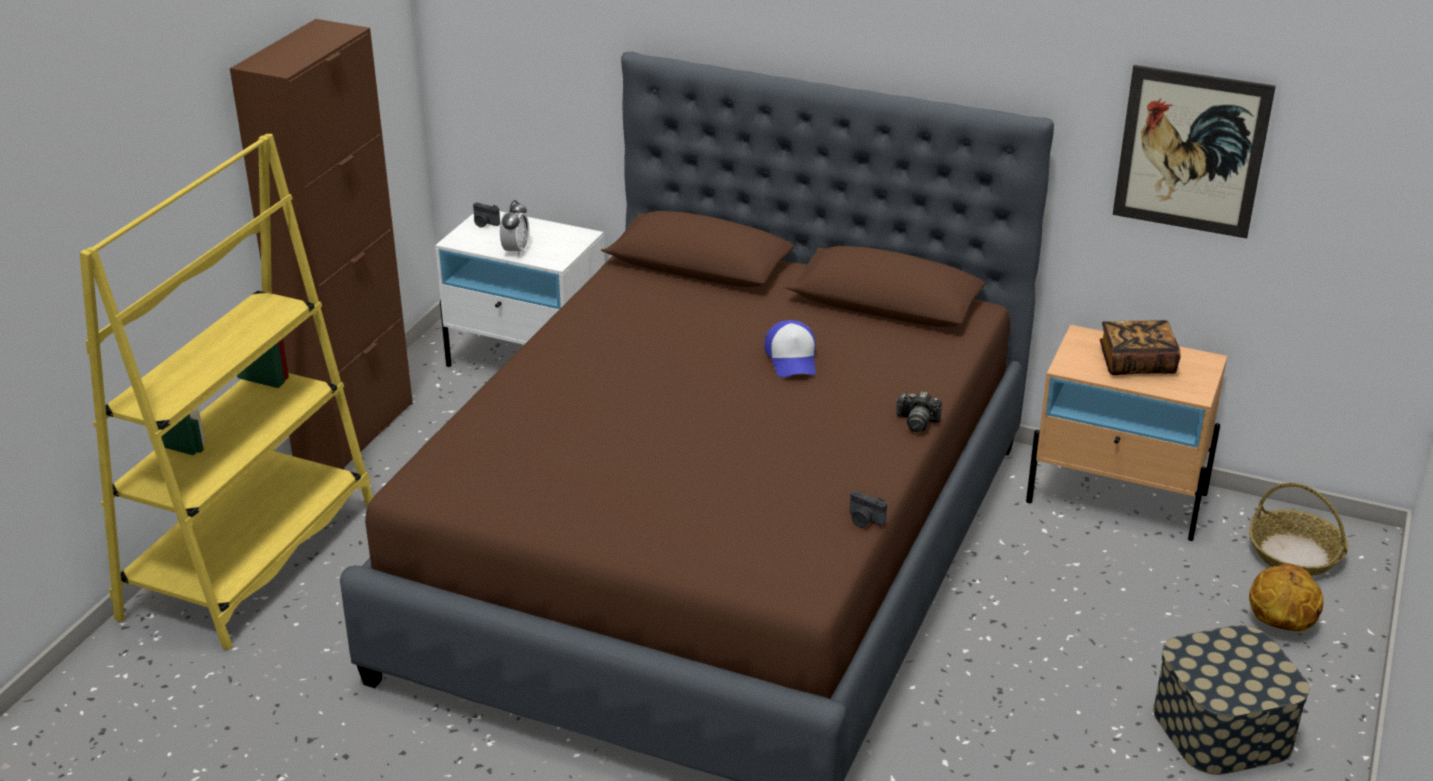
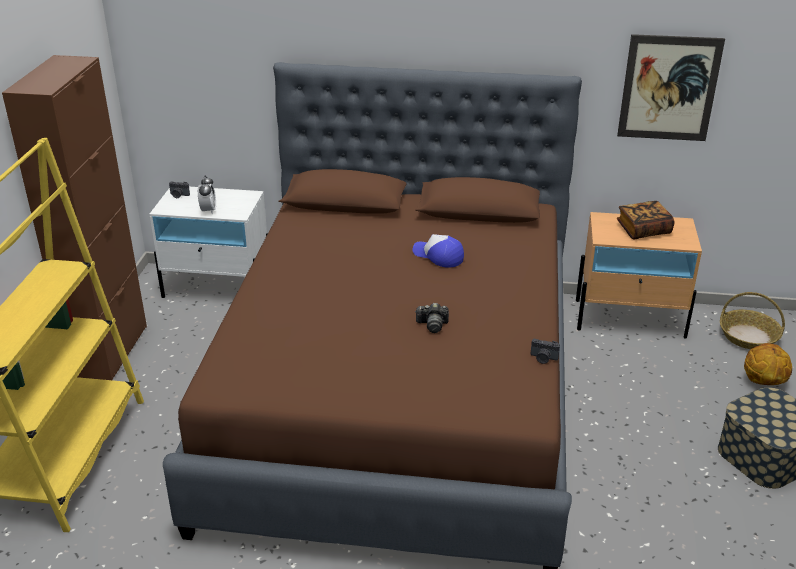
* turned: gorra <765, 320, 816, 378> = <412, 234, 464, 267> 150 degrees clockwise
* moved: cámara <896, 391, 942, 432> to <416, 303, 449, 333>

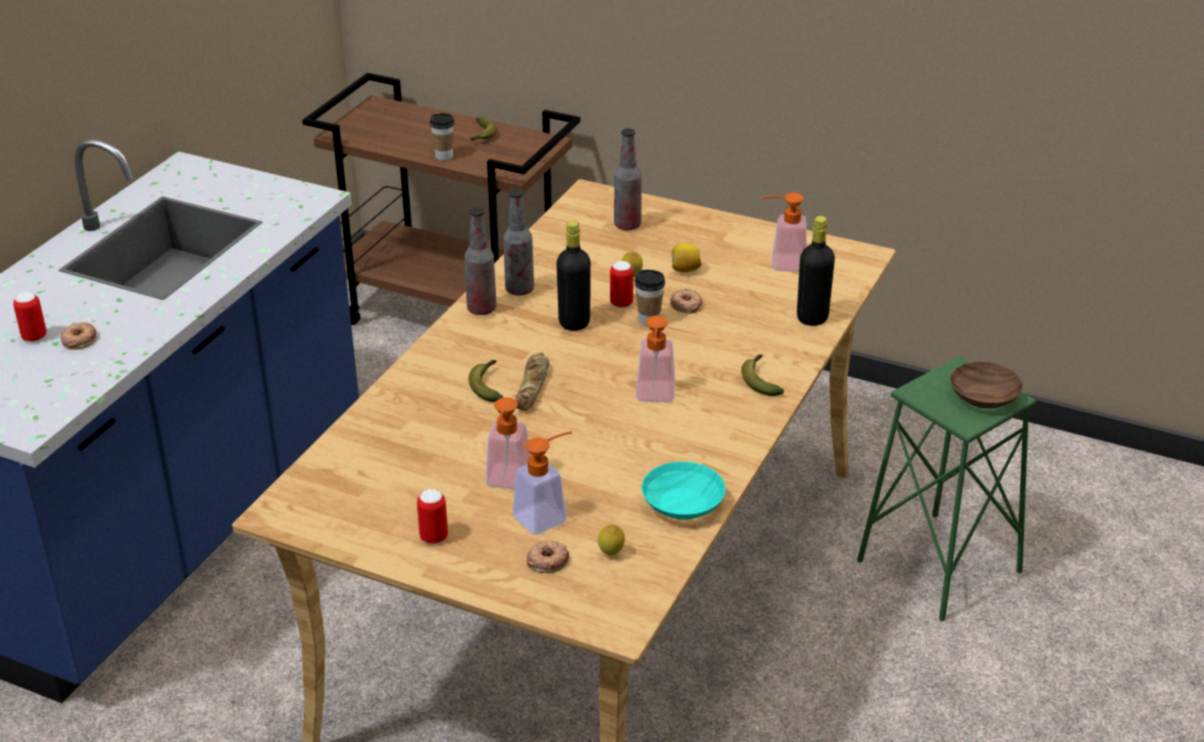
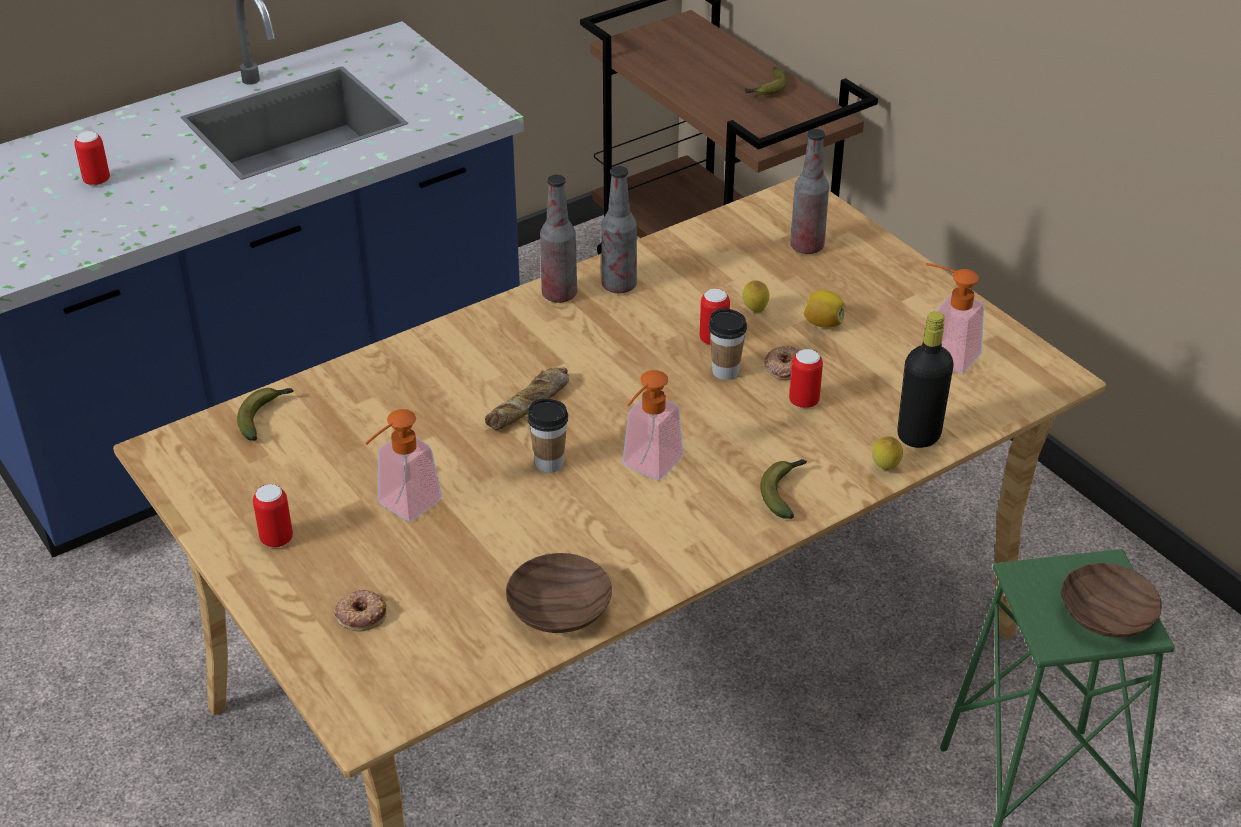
* removed: rosquilla <60, 322, 97, 350>
* moved: taza <430, 113, 455, 161> to <527, 399, 568, 473>
* moved: plátano <468, 360, 503, 402> to <237, 388, 294, 440>
* removed: dispensador de jabón <513, 431, 572, 535>
* removed: botella/negro <556, 220, 591, 331>
* moved: limón <598, 524, 625, 555> to <872, 436, 903, 470>
* recoloured: cuenco/turquesa <641, 462, 726, 520> to cuenco/marrón <506, 553, 612, 633>
* added: lata <789, 349, 823, 408>

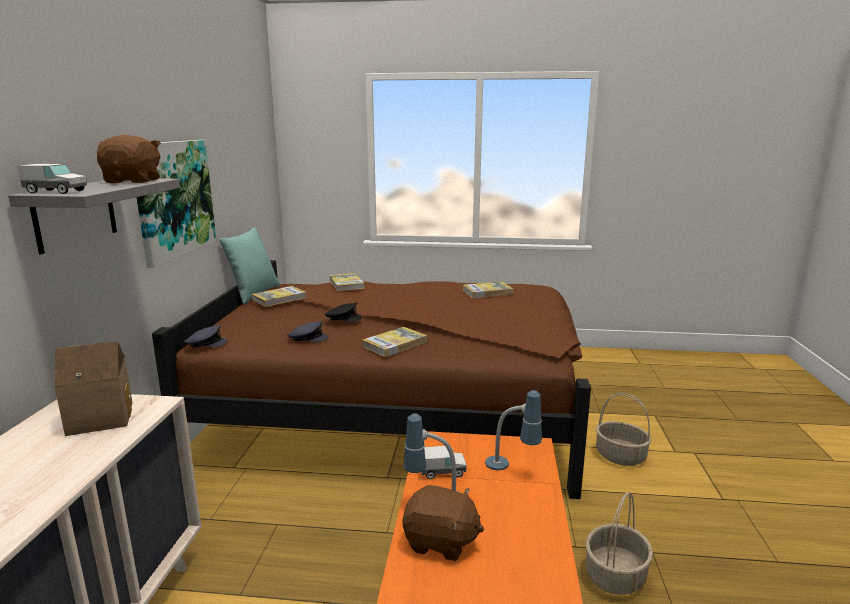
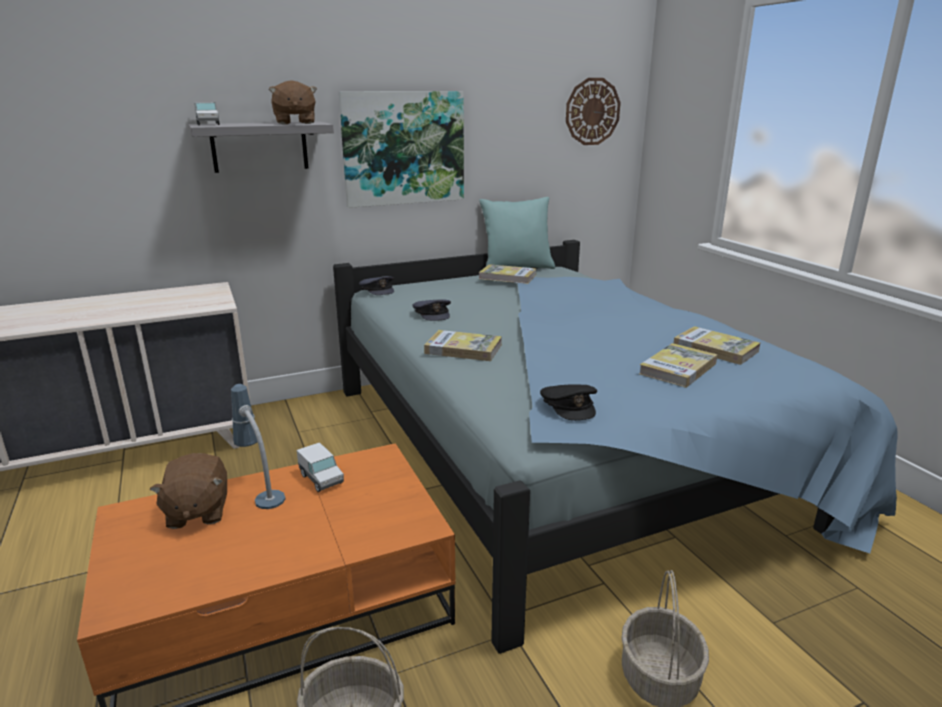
* removed: casita <54, 341, 133, 436>
* turned: peluche/marrón <97, 134, 161, 183> = <269, 80, 317, 124> 105 degrees clockwise
* recoloured: cama/marrón <152, 260, 591, 499> to cama/azul <333, 240, 898, 654>
* moved: gorra/negro <325, 302, 362, 322> to <540, 384, 597, 420>
* moved: libro <329, 273, 365, 291> to <639, 343, 717, 388>
* removed: lámpara de mesa <485, 390, 542, 470>
* added: reloj de pared <566, 78, 621, 145>

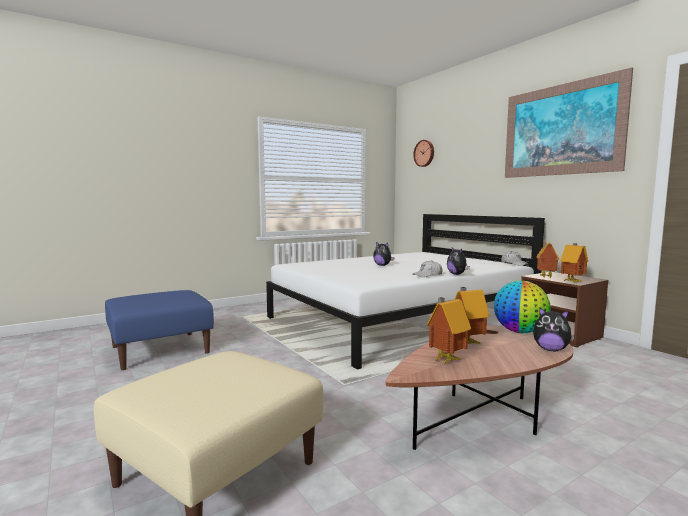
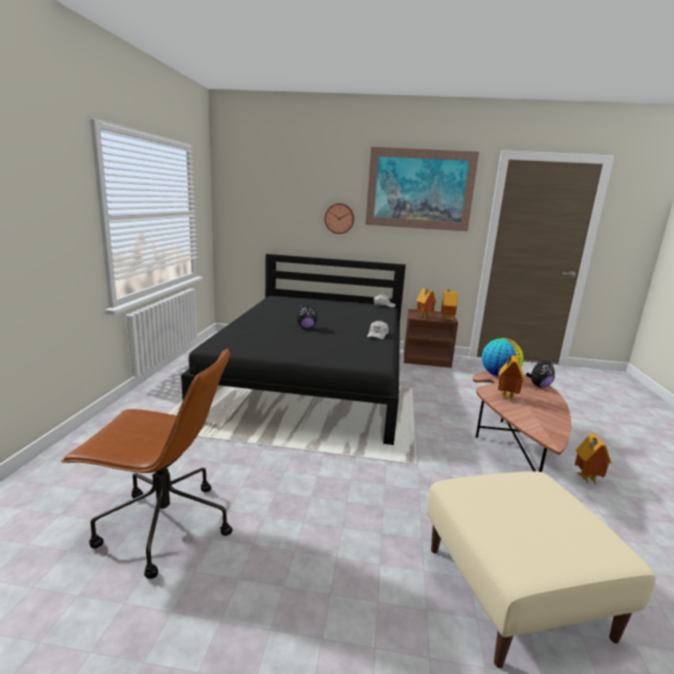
* replaced: puf/azul <105, 290, 214, 370> to silla de oficina/marrón <61, 348, 233, 579>
* recoloured: cama/blanco <266, 214, 545, 370> to cama/negro <181, 254, 406, 445>
* moved: reloj de pared <413, 140, 434, 167> to <324, 203, 354, 234>
* moved: casita <427, 297, 471, 365> to <575, 433, 612, 485>
* removed: peluche <447, 247, 470, 275>

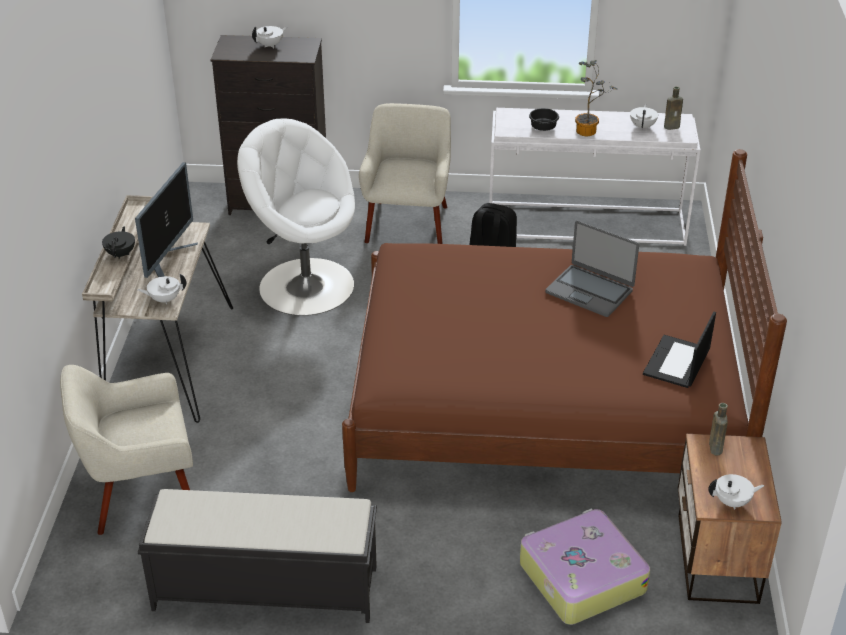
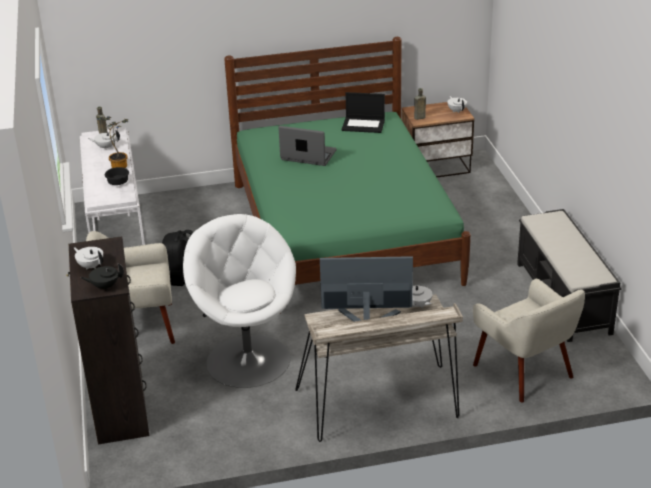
* moved: tetera/negro <102, 226, 135, 259> to <81, 263, 124, 291>
* turned: sillón/blanco <237, 118, 355, 316> = <183, 214, 296, 388> 135 degrees clockwise
* recoloured: cama/marrón <342, 149, 787, 492> to cama/verde <224, 37, 471, 314>
* removed: maleta <520, 508, 650, 625>
* turned: portátil <545, 220, 639, 317> = <278, 126, 336, 166> 90 degrees counterclockwise

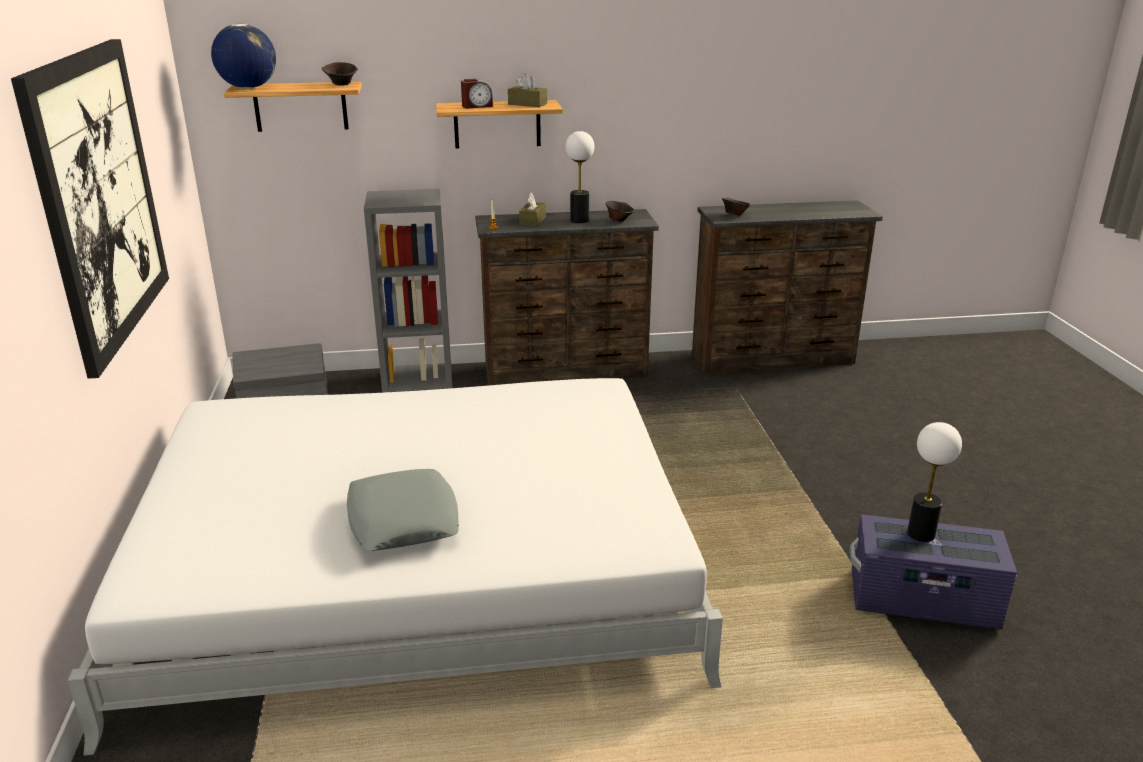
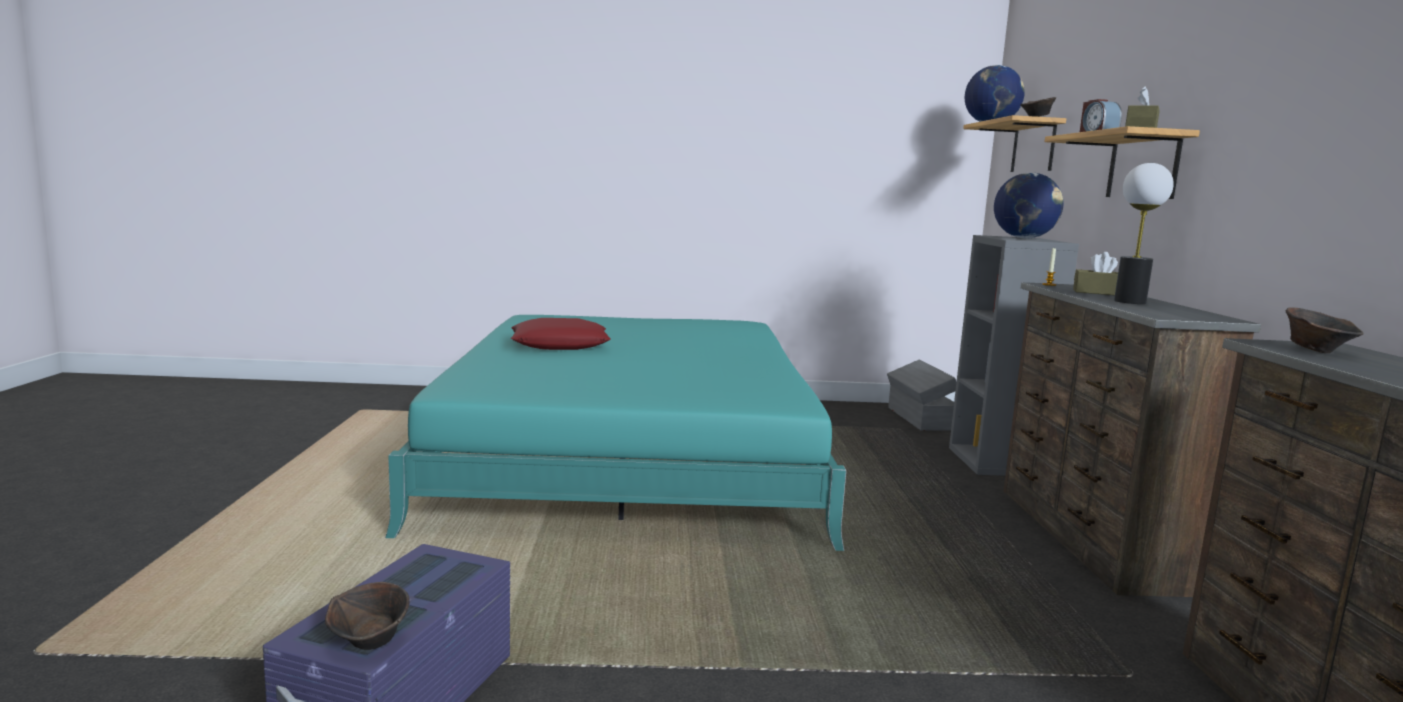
* removed: cuadro <11, 39, 169, 379>
* recoloured: cama/blanco <67, 378, 723, 756> to cama/turquesa <385, 315, 846, 551>
* recoloured: cojín/gris <347, 469, 459, 551> to cojín/rojo <511, 318, 611, 350>
* moved: cuenco/marrón <606, 201, 635, 222> to <325, 582, 410, 650>
* removed: lámpara de mesa <907, 422, 962, 542>
* added: globo terráqueo <994, 173, 1063, 239>

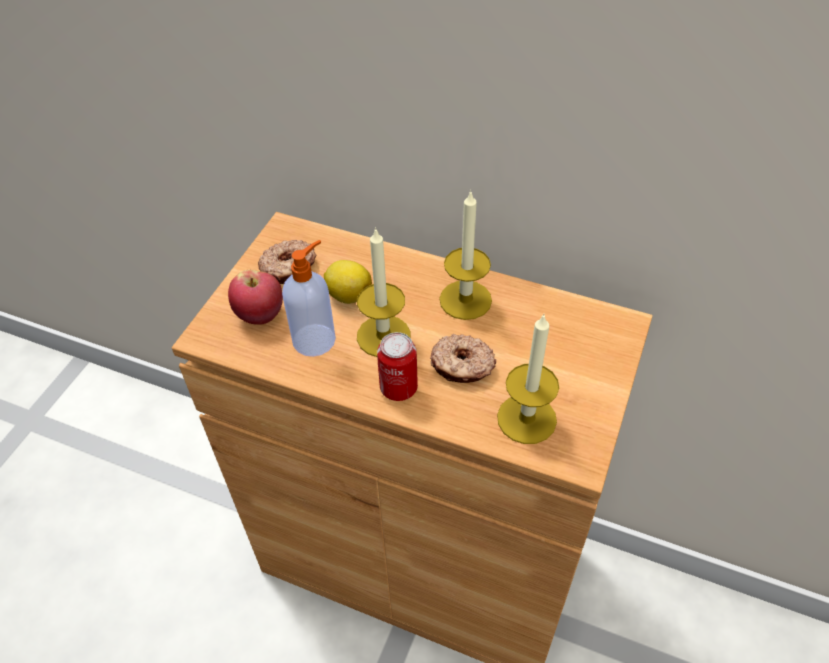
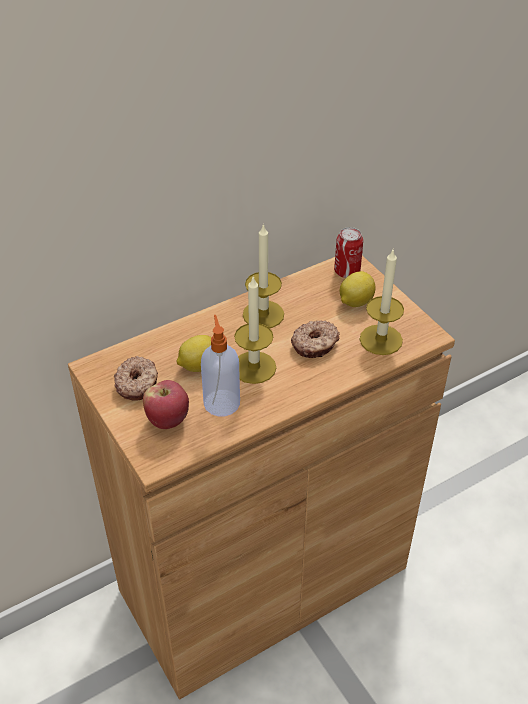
* moved: lata <377, 332, 418, 401> to <334, 227, 363, 278>
* added: limón <339, 271, 376, 307>

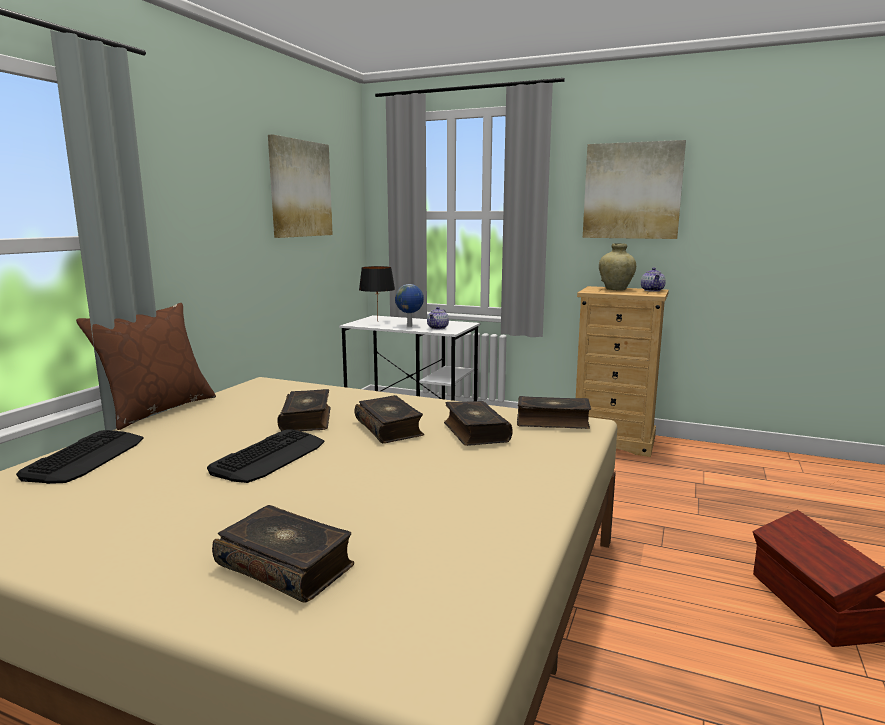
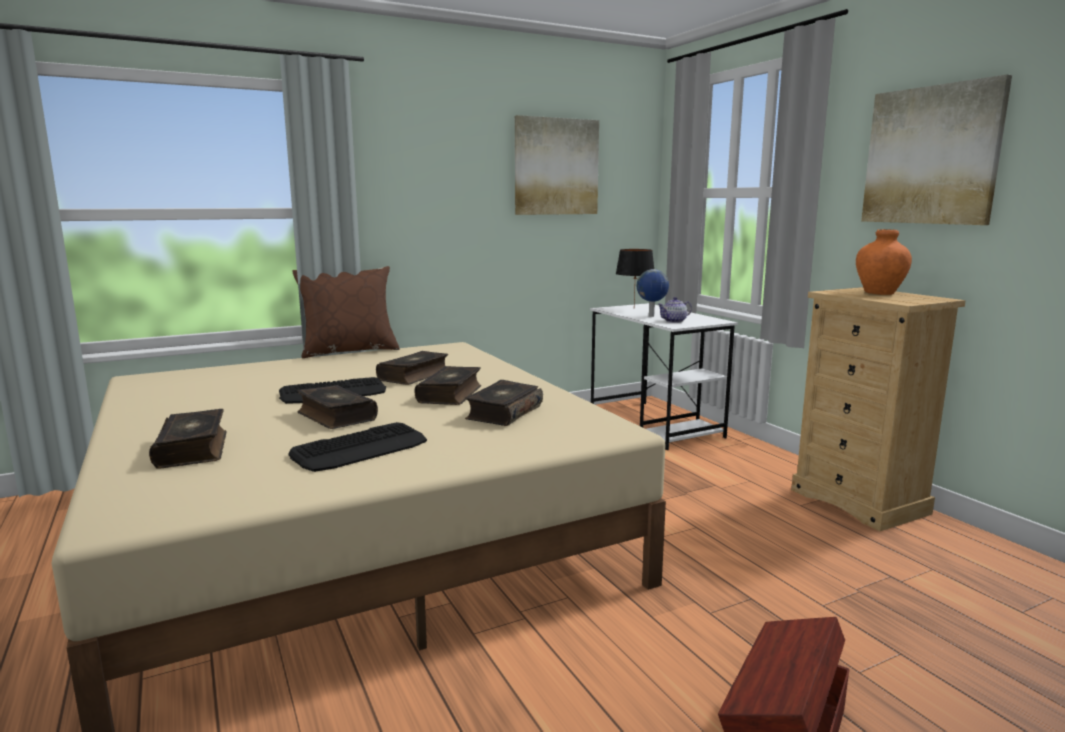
* moved: teclado <16, 430, 144, 484> to <289, 422, 427, 472>
* moved: libro <517, 396, 591, 429> to <297, 385, 378, 429>
* recoloured: florero/beis <599, 243, 636, 291> to florero/naranja <856, 229, 912, 295>
* removed: tetera <641, 267, 666, 292>

